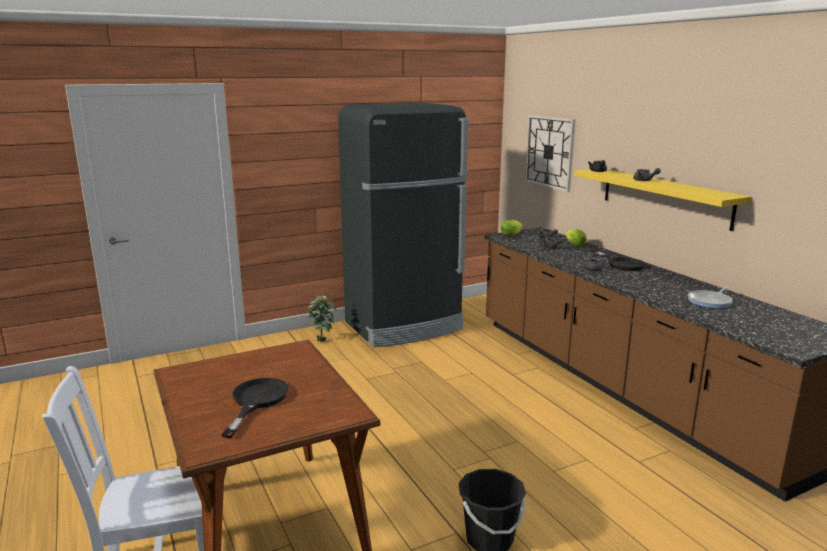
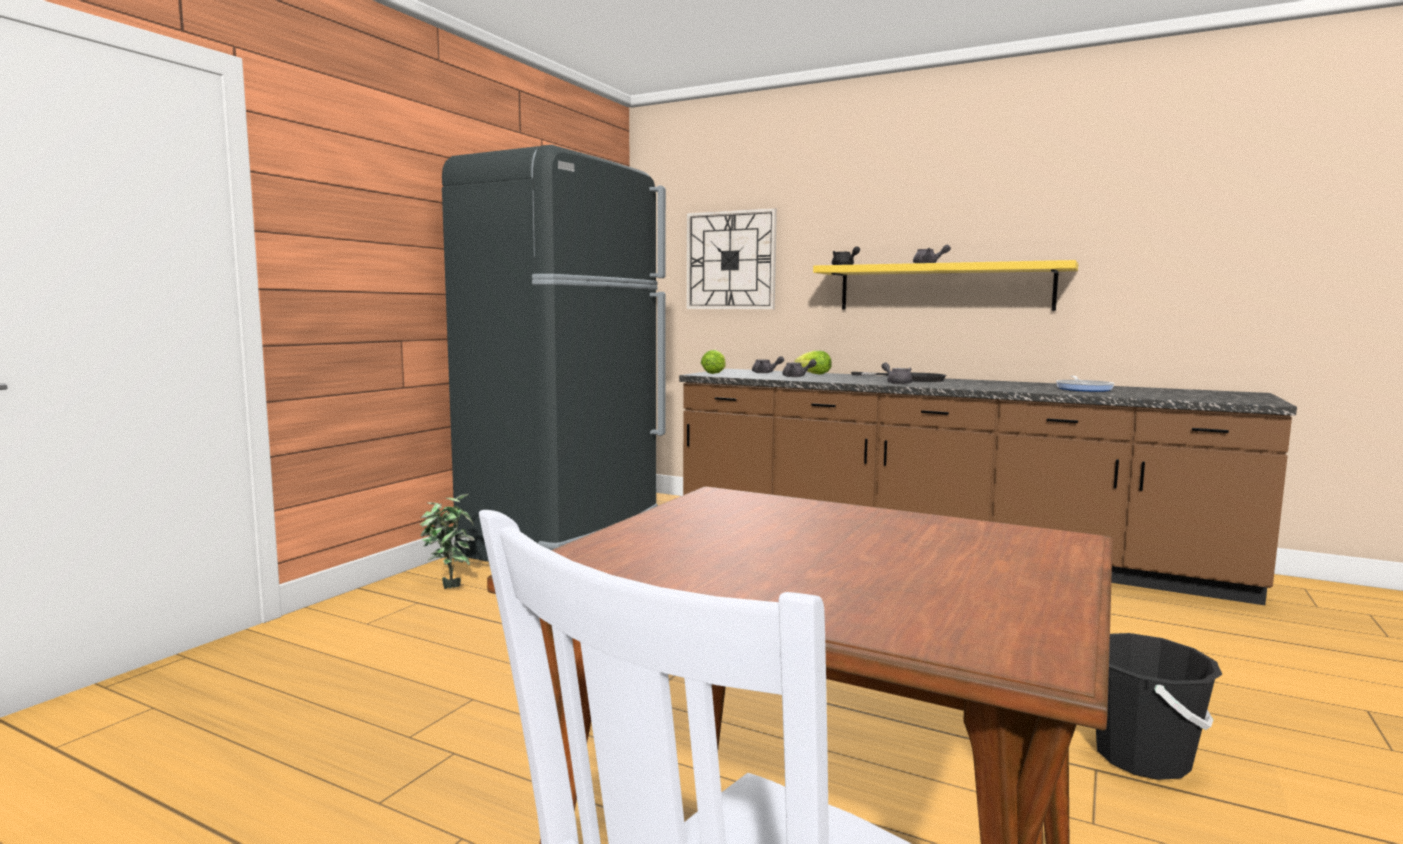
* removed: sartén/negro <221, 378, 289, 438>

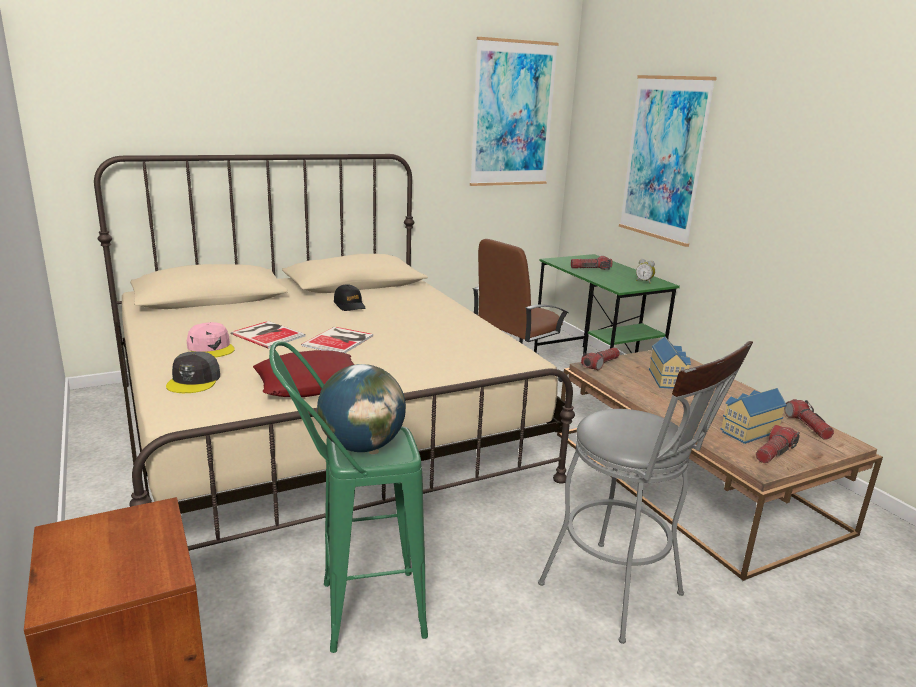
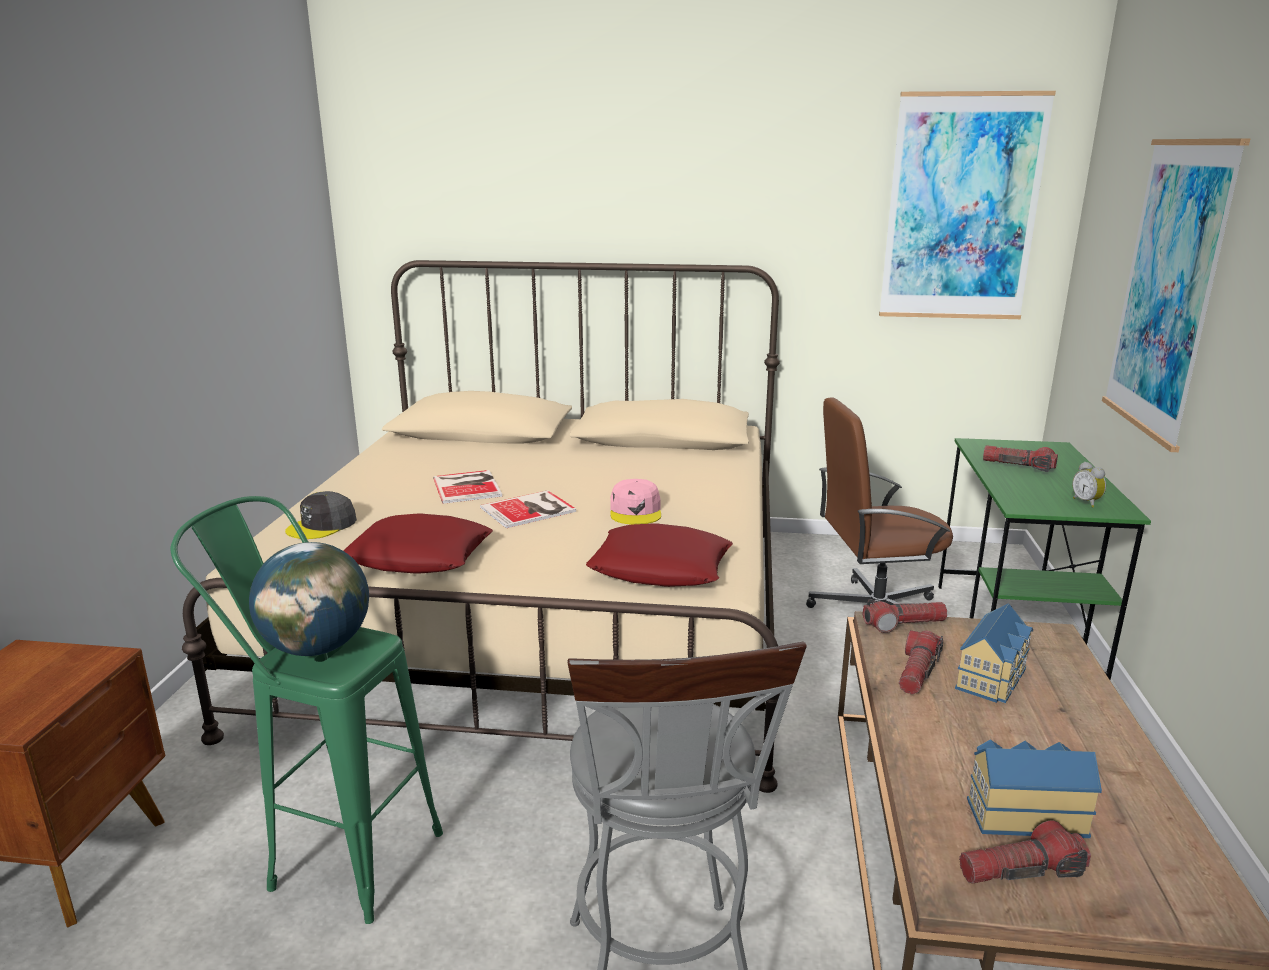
* moved: gorra/rosa <187, 322, 235, 357> to <610, 479, 661, 525>
* removed: gorra/negro <334, 284, 365, 311>
* moved: linterna <784, 399, 834, 440> to <899, 630, 943, 694>
* added: cojín/rojo <586, 523, 733, 587>

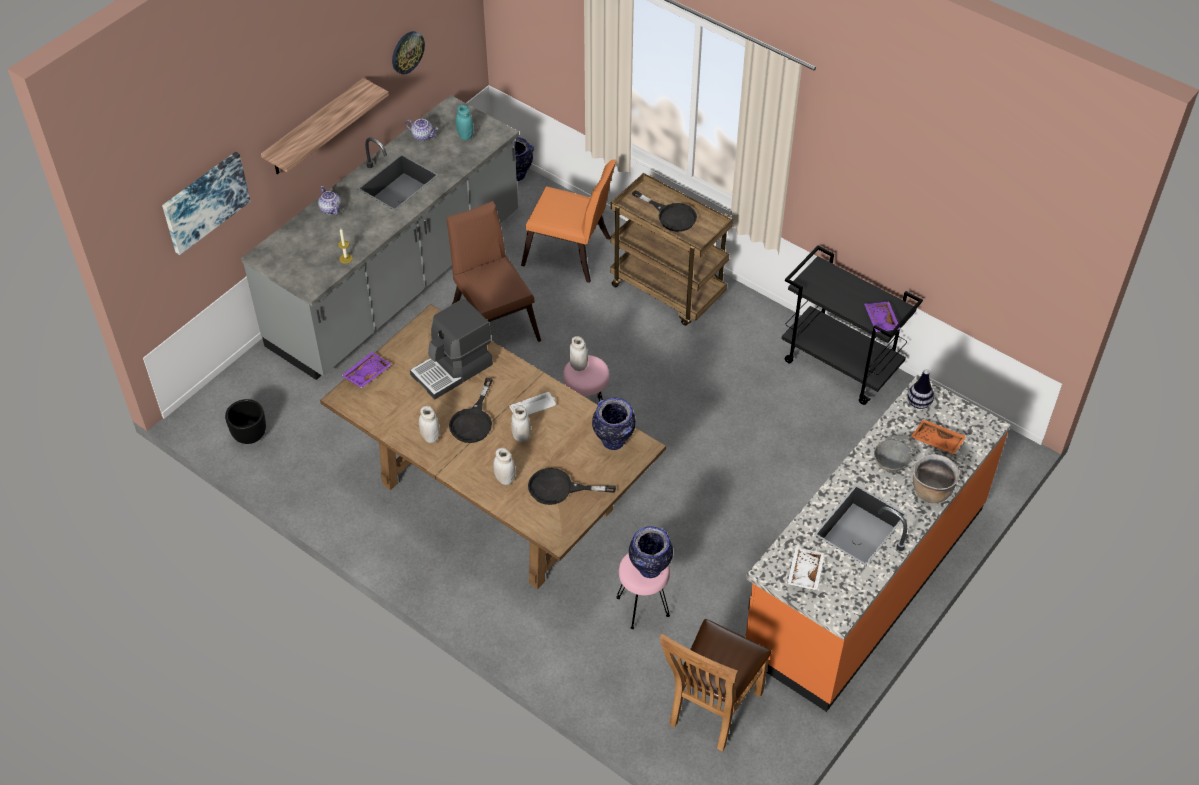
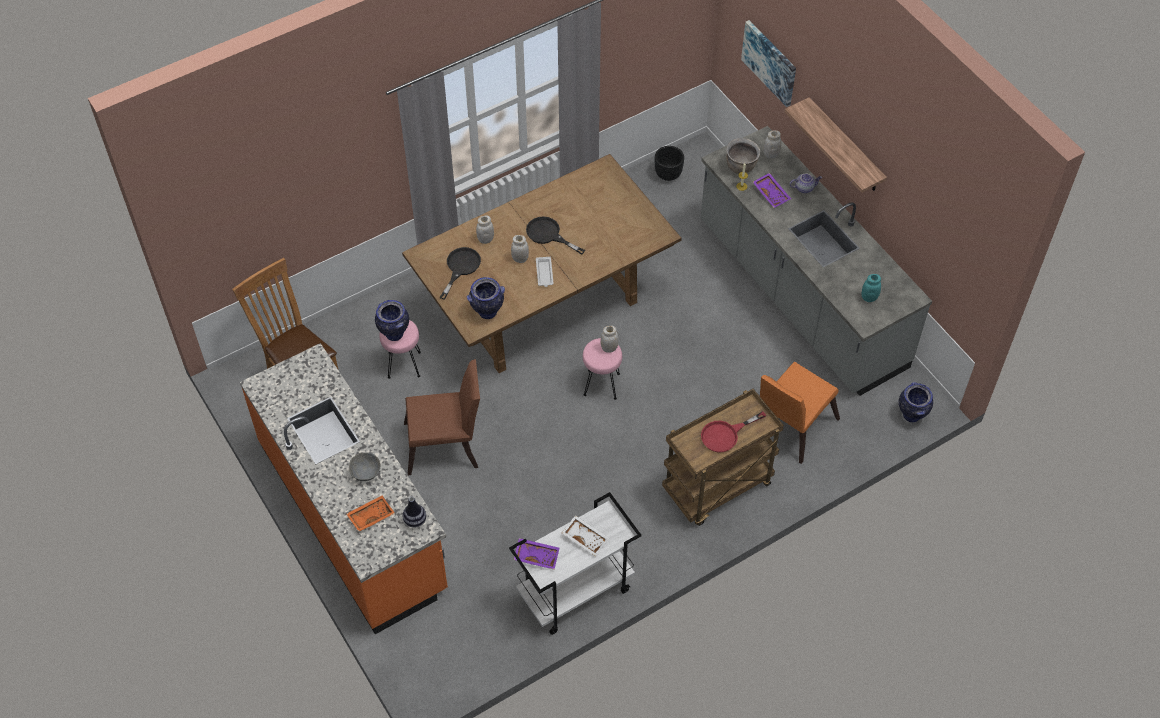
* moved: bandeja/morado <341, 352, 392, 388> to <753, 173, 791, 208>
* removed: reloj de pared <392, 31, 425, 74>
* removed: tetera <405, 119, 438, 141>
* removed: cafetera <410, 298, 493, 400>
* moved: tarro/blanco <419, 406, 440, 443> to <764, 130, 781, 159>
* moved: silla/marrón <446, 201, 541, 342> to <404, 359, 480, 475>
* recoloured: sartén/negro <632, 190, 697, 232> to sartén/rojo <701, 411, 766, 453>
* recoloured: carrito/negro <782, 246, 923, 405> to carrito/blanco <509, 492, 642, 635>
* moved: bandeja/blanco <787, 547, 825, 591> to <562, 515, 609, 557>
* moved: olla/marrón <913, 454, 959, 503> to <726, 138, 760, 174>

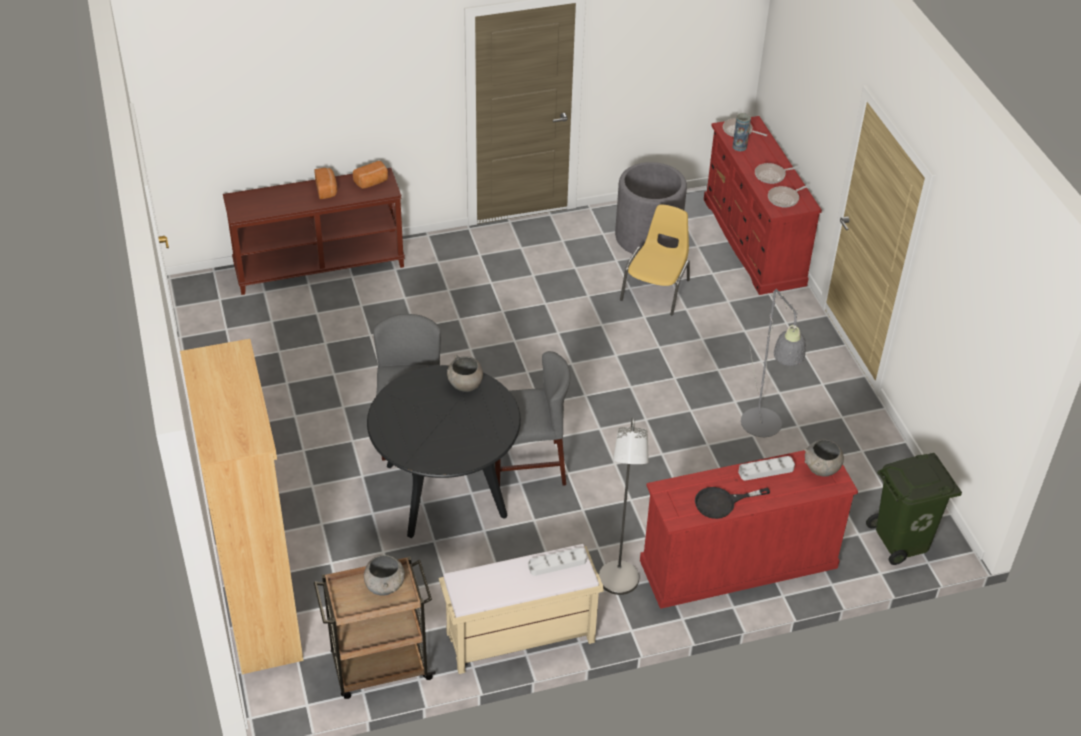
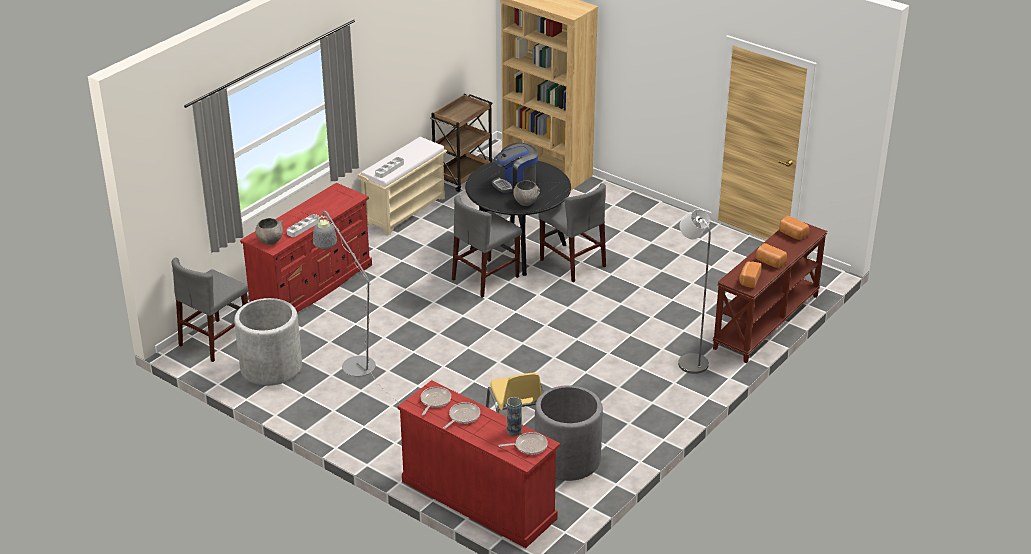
* removed: cuenco/gris <364, 555, 405, 596>
* moved: lámpara de pie/gris <599, 417, 649, 595> to <678, 209, 711, 374>
* removed: sartén/negro <695, 487, 770, 519>
* replaced: papelera/verde <866, 453, 962, 565> to silla/gris <172, 258, 248, 362>
* added: maceta/gris <234, 298, 302, 386>
* added: cafetera <492, 143, 538, 193>
* added: pan <779, 216, 809, 240>

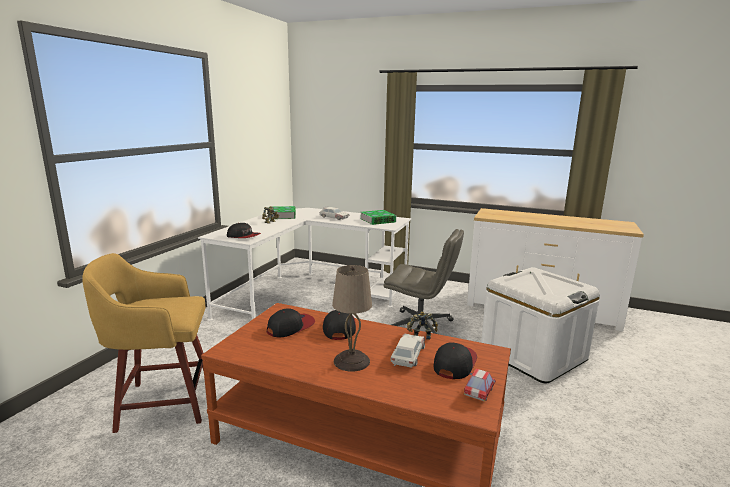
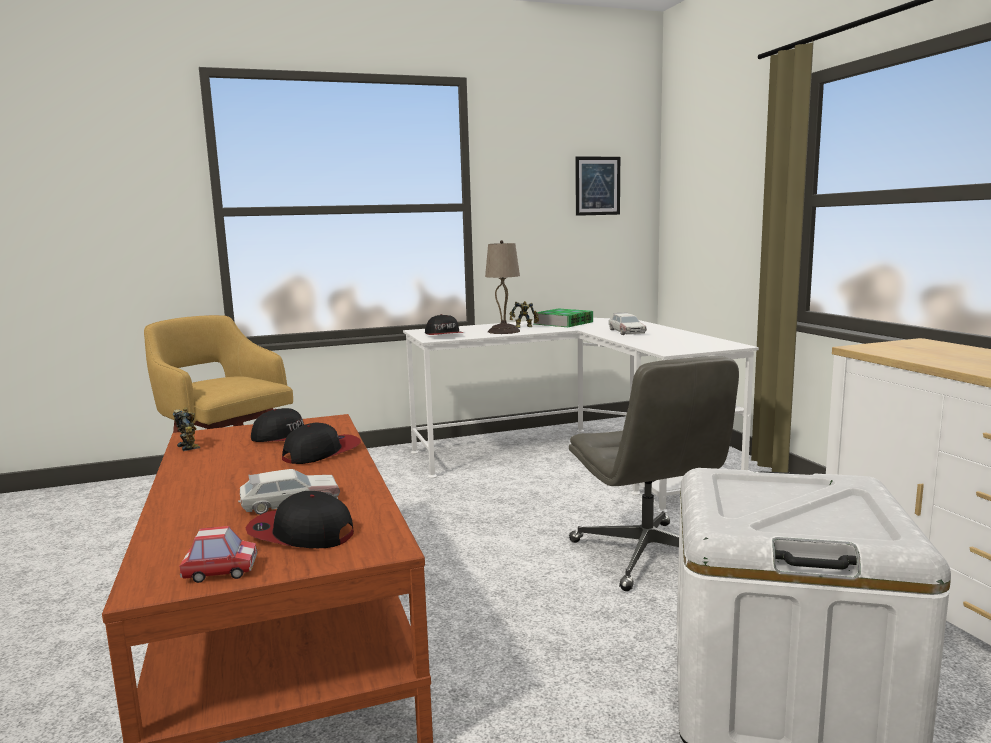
* moved: lámpara de mesa/beis <332, 265, 372, 372> to <485, 240, 520, 334>
* removed: libro <360, 210, 396, 225>
* moved: robot de juguete <407, 312, 438, 340> to <173, 408, 200, 451>
* turned: gorra <434, 343, 477, 379> = <245, 491, 354, 548> 150 degrees counterclockwise
* added: cuadro <575, 157, 620, 216>

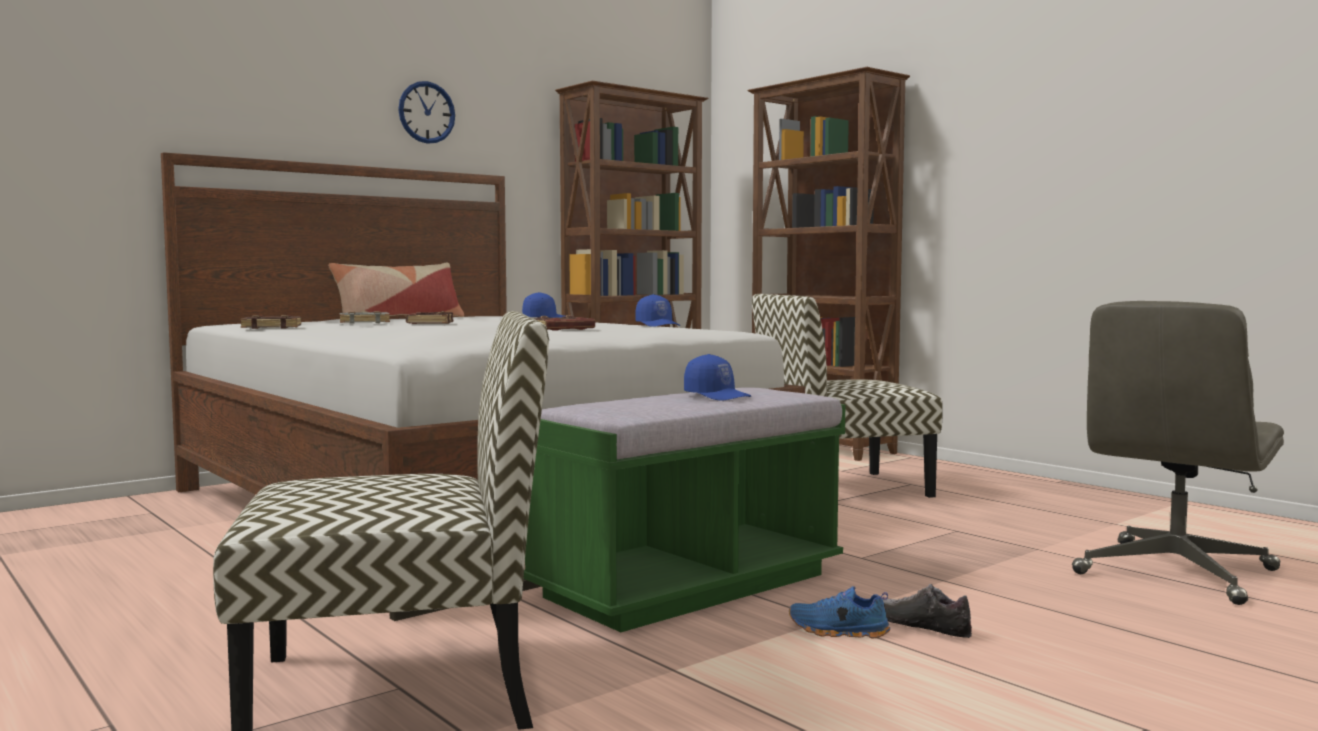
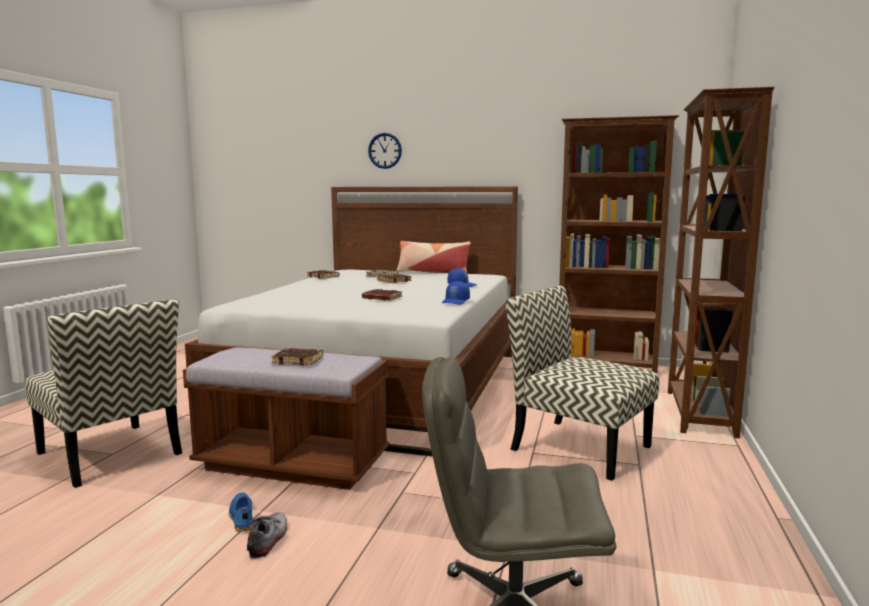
* moved: reloj de pared <398, 81, 455, 144> to <368, 133, 402, 169>
* recoloured: banco/verde <523, 387, 845, 632> to banco/marrón <183, 347, 389, 490>
* replaced: gorra/azul <684, 354, 751, 401> to libro/marrón <272, 348, 323, 366>

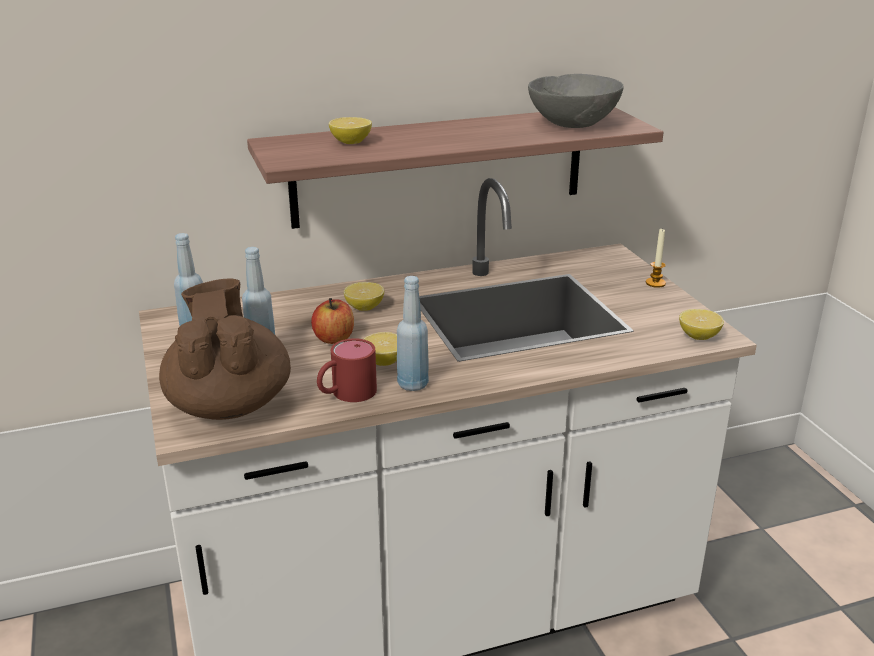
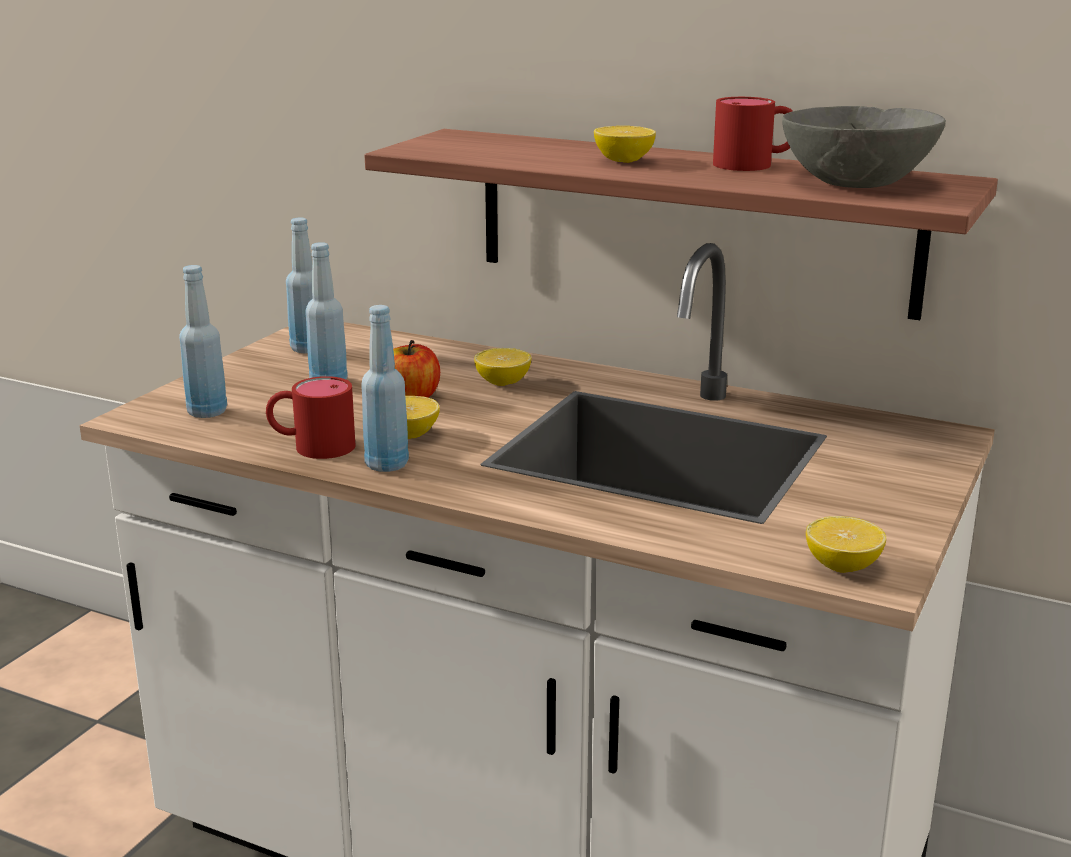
* replaced: tetera/marrón <159, 278, 291, 420> to botella/azul <179, 265, 227, 418>
* moved: limón <329, 117, 372, 144> to <594, 126, 656, 163>
* removed: vela <646, 228, 666, 288>
* added: taza grande/rojo <713, 97, 793, 171>

